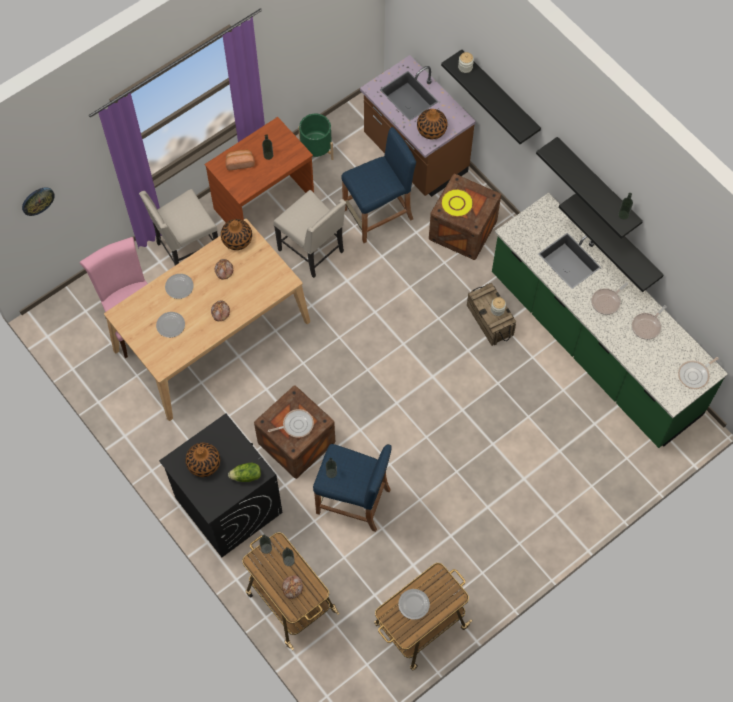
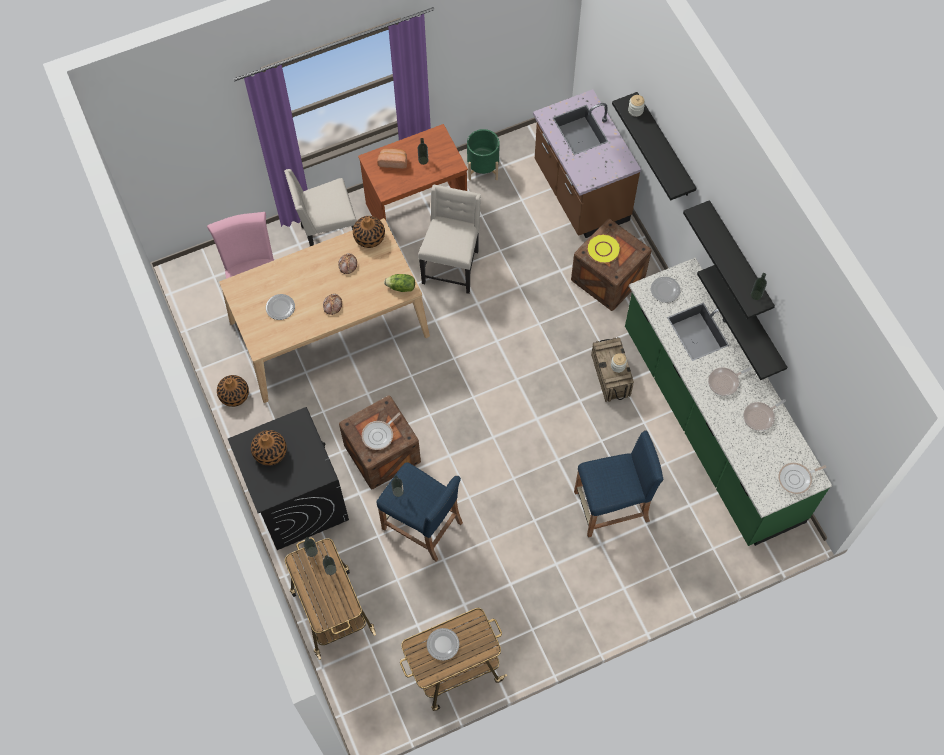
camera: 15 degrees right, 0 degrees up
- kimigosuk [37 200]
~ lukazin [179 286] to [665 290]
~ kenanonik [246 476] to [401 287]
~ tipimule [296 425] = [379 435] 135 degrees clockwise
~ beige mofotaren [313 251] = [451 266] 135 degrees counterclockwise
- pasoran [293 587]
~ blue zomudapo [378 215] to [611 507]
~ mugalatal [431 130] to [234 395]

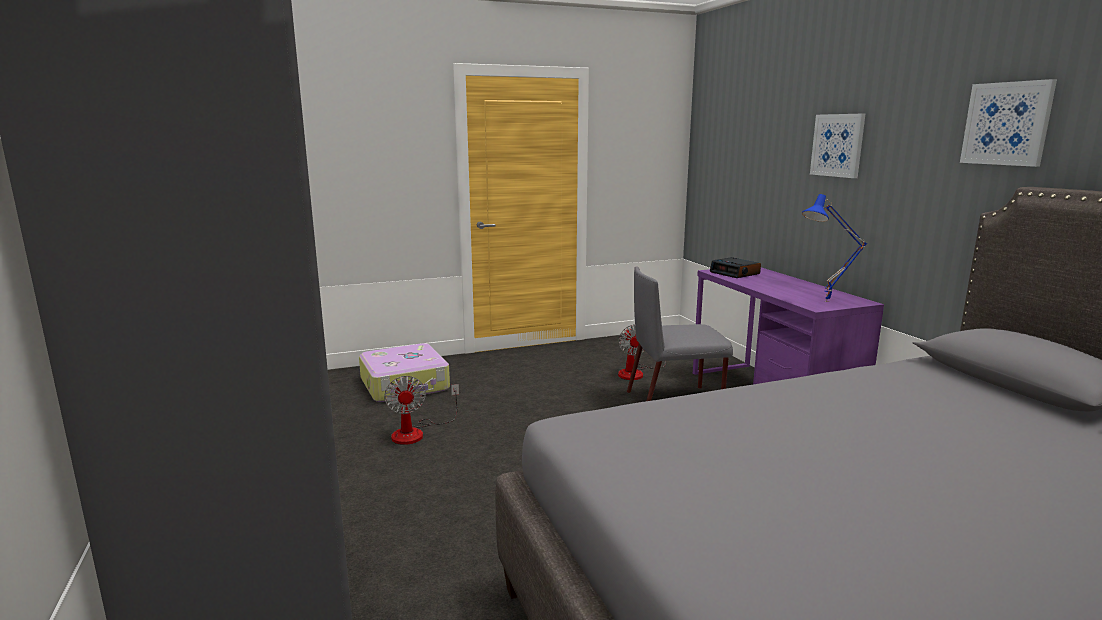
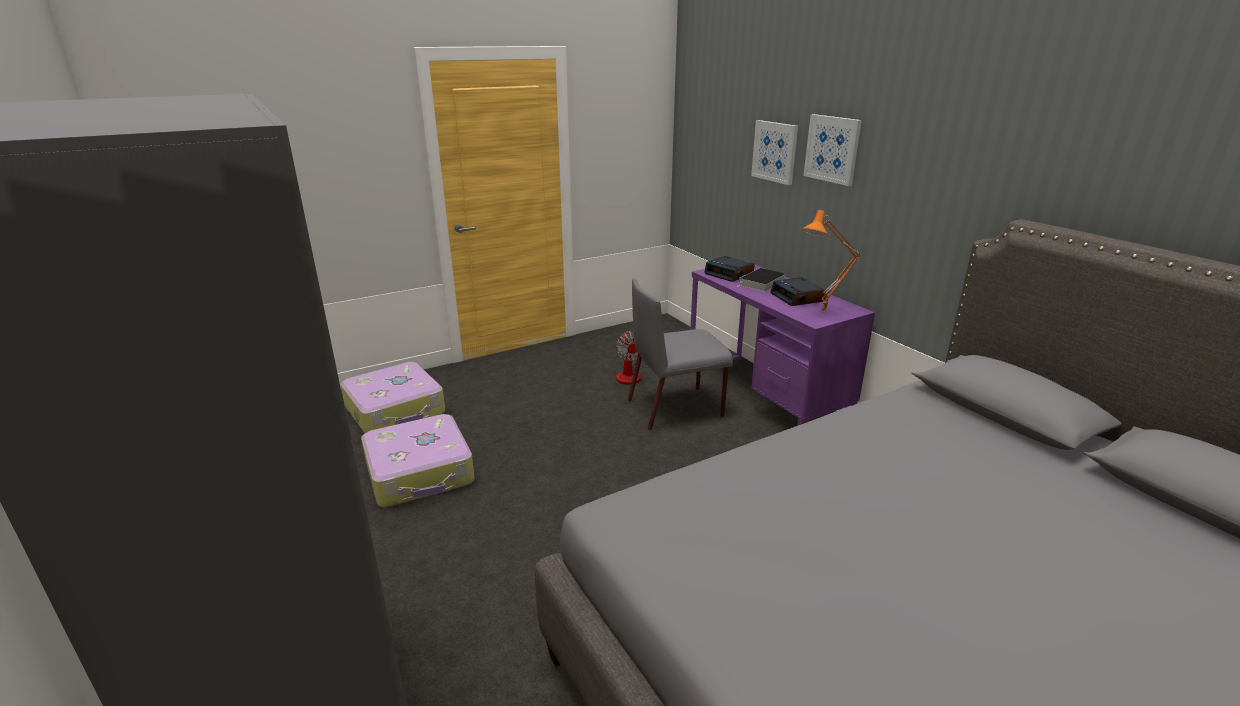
camera: 10 degrees left, 10 degrees up
~ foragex [416 432] to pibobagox [421 473]
~ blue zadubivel [828 302] to orange zadubivel [824 313]
~ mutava [1007 123] to [775 152]
+ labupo [761 283]
+ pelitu [797 297]

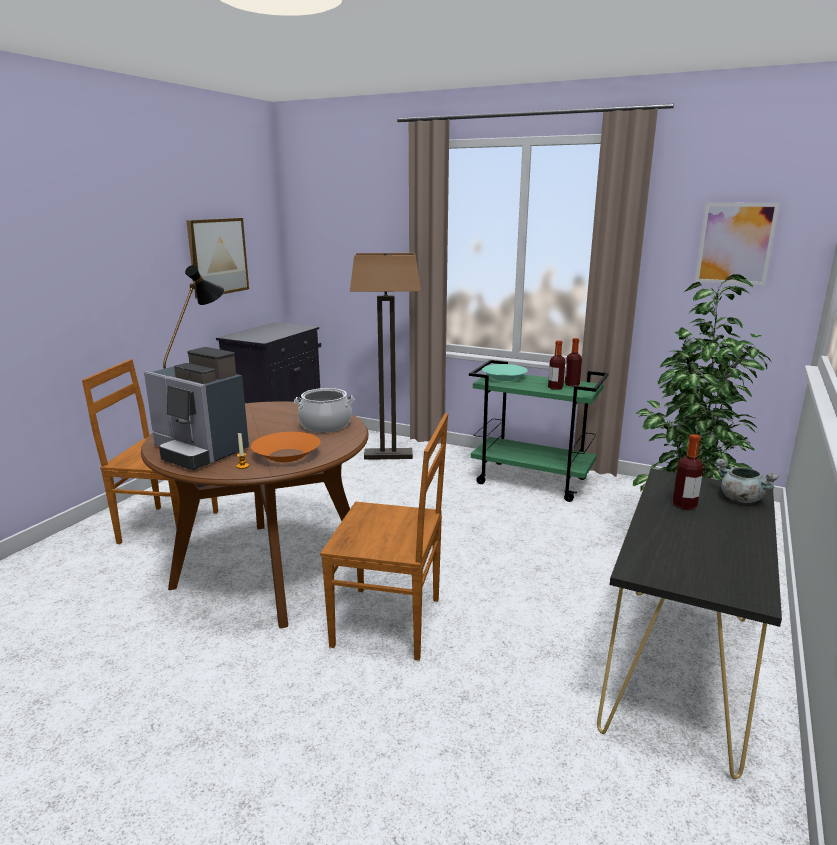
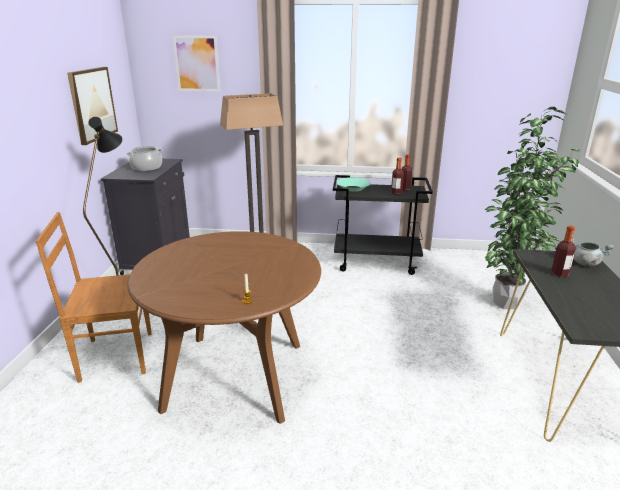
camera: 20 degrees left, 5 degrees up
- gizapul [199 451]
- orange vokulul [286 455]
~ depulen [325 425] to [146 168]
- brown mofotaren [390 622]
~ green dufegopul [533 481] to black dufegopul [377 262]
~ mutava [735 244] to [197 63]

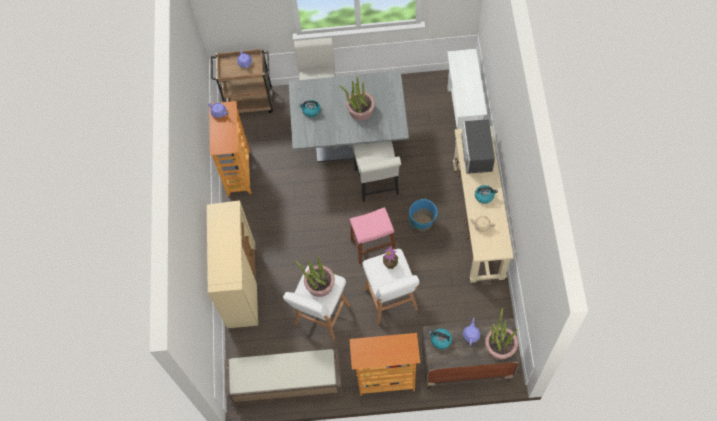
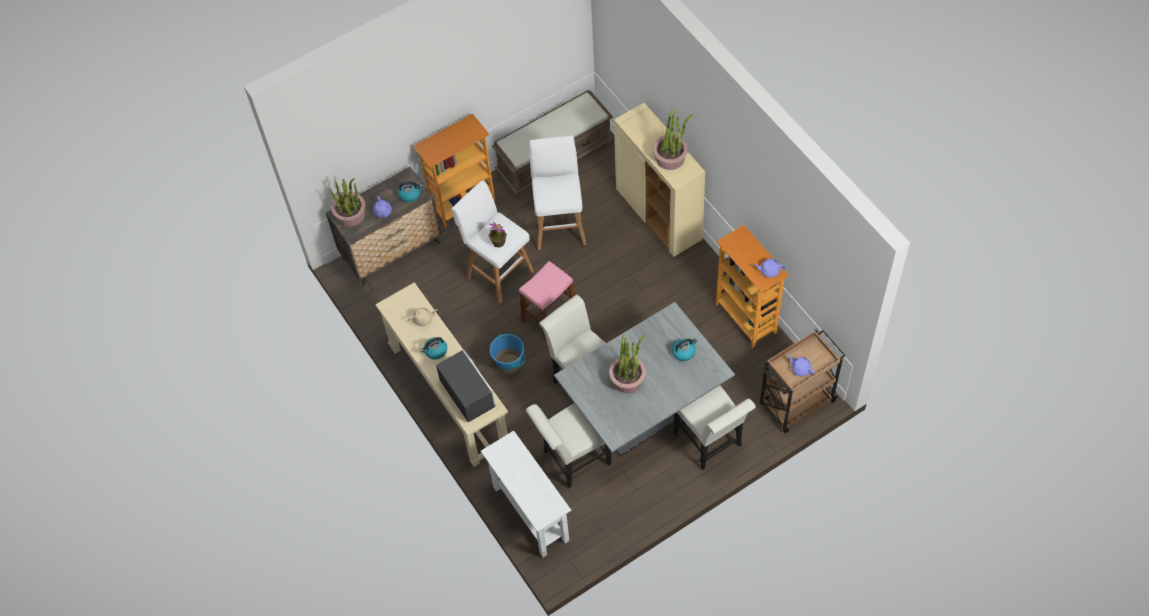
camera: 150 degrees right, 5 degrees down
~ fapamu [319 284] to [670 158]
+ white mofotaren [572 459]

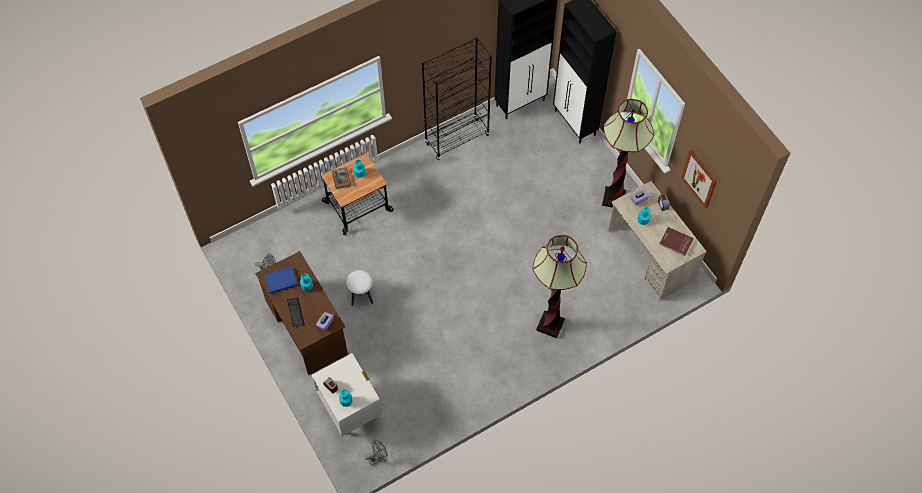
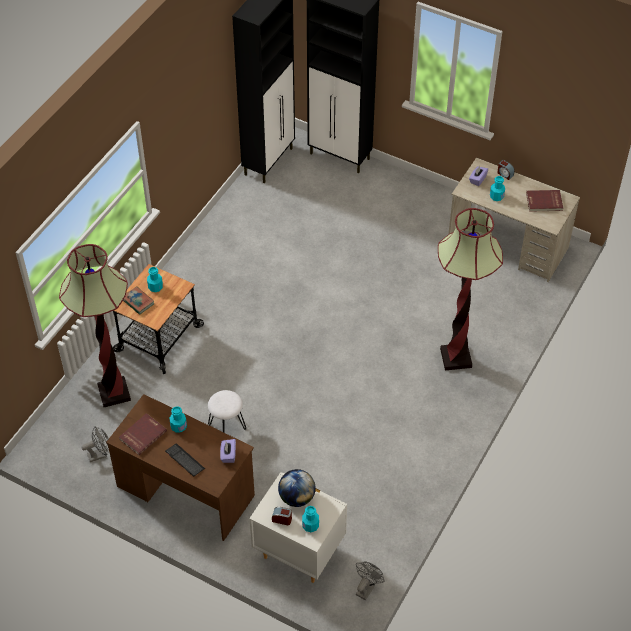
camera: 30 degrees left, 10 degrees down
~ blue labupo [280 280] to red labupo [142 435]
- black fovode [457 139]
~ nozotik [613 198] to [114 393]
- mutava [699 178]
+ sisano [296 497]

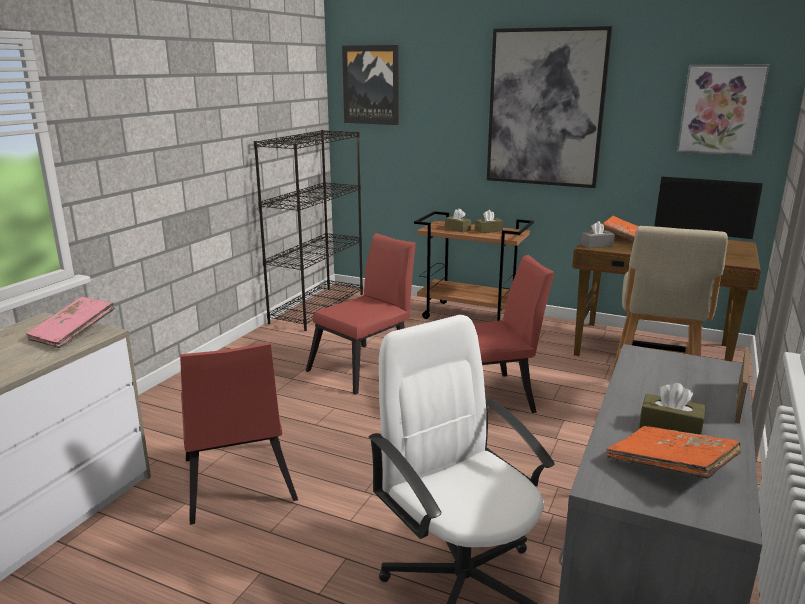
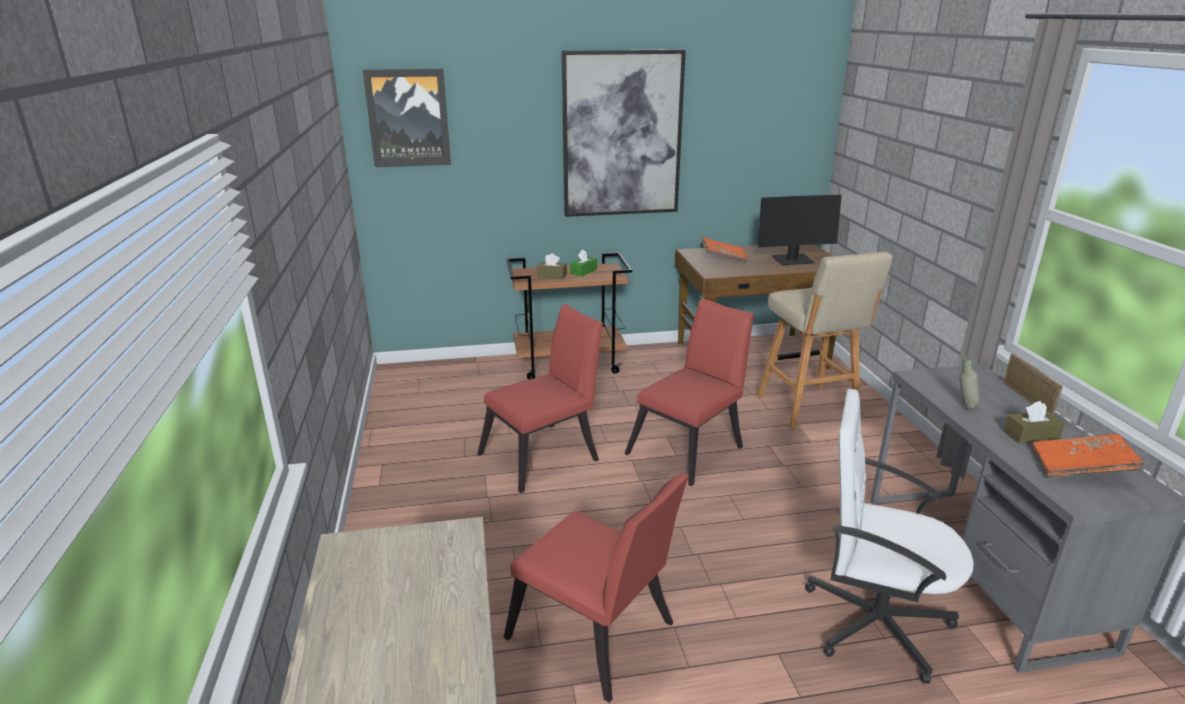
camera: 35 degrees left, 5 degrees up
- pink labupo [73 333]
- black fovode [318 308]
~ red mofotaren [366 367] = [545 455] 45 degrees clockwise
~ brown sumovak [488 230] to green sumovak [583 271]
- grey sumovak [597 245]
- mutava [721 109]
+ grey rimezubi [964 408]

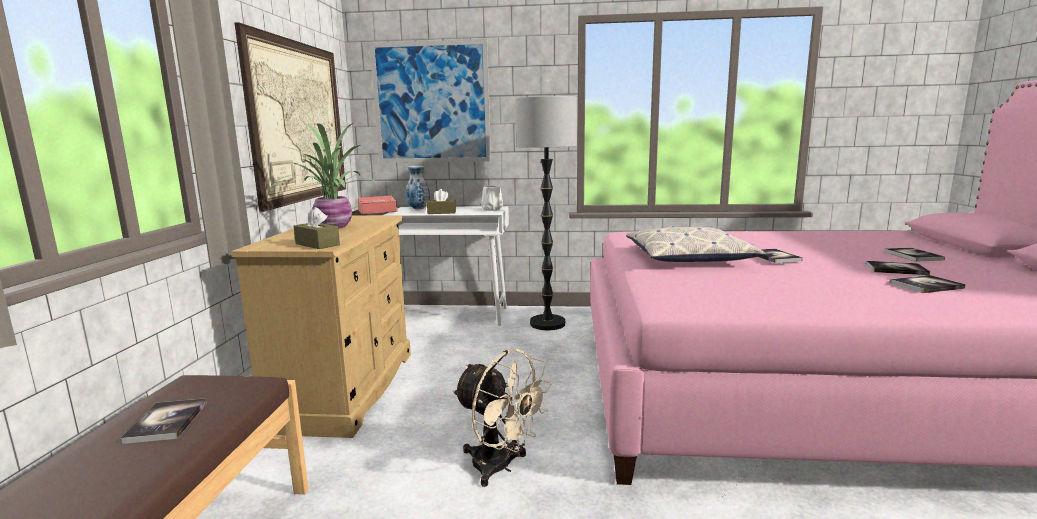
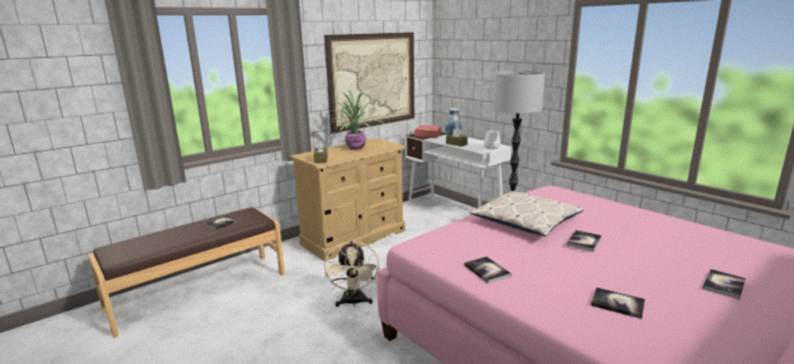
camera: 45 degrees right, 5 degrees up
- mutava [431 103]
~ labupo [896 269] to [487 270]

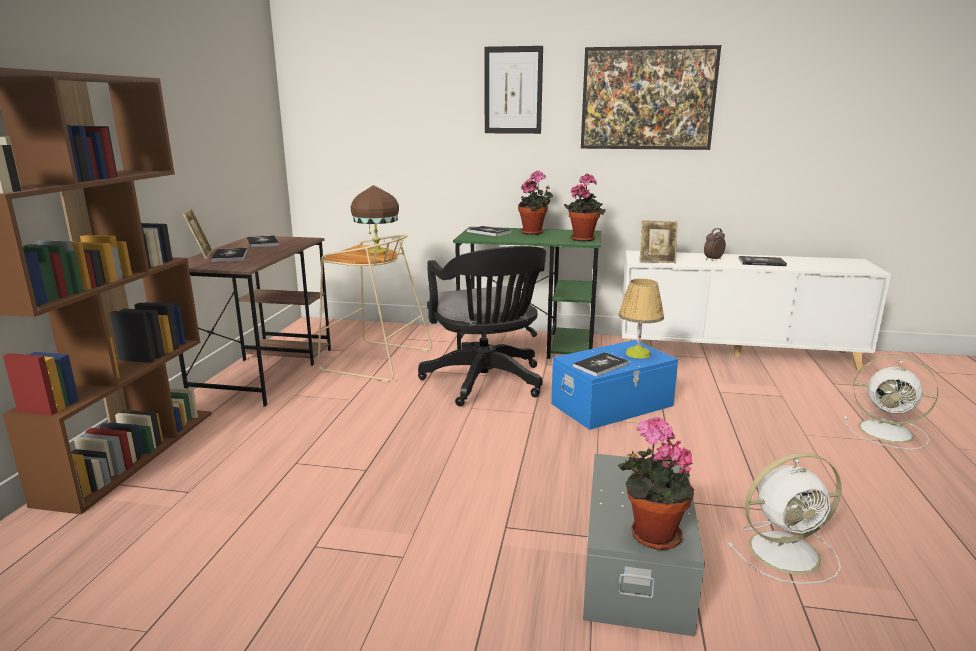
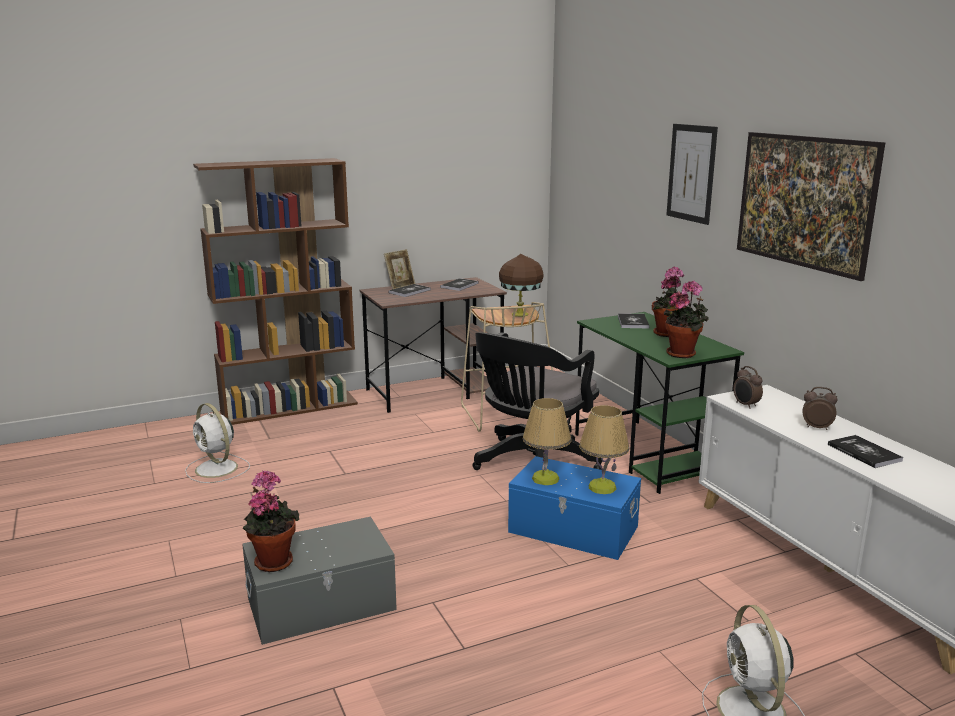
camera: 55 degrees right, 0 degrees up
~ labupo [600 365] to zadubivel [545 478]
~ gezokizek [657 261] to pelitu [745 405]
~ white foragex [786 551] to [217 469]

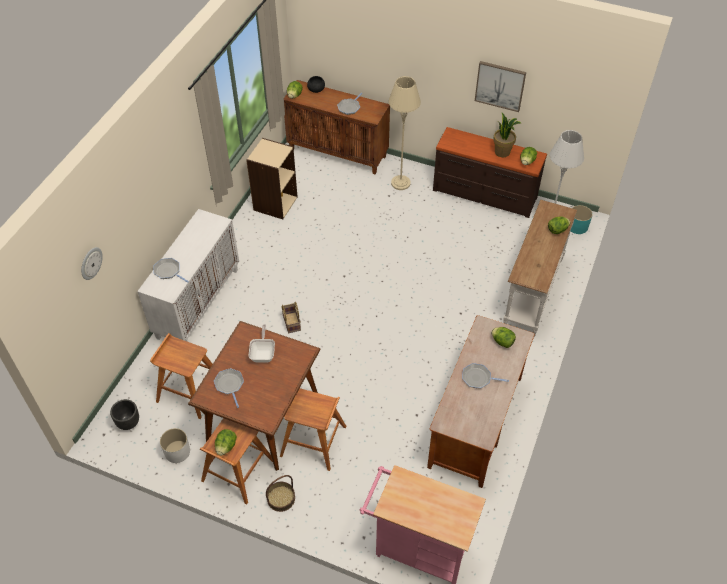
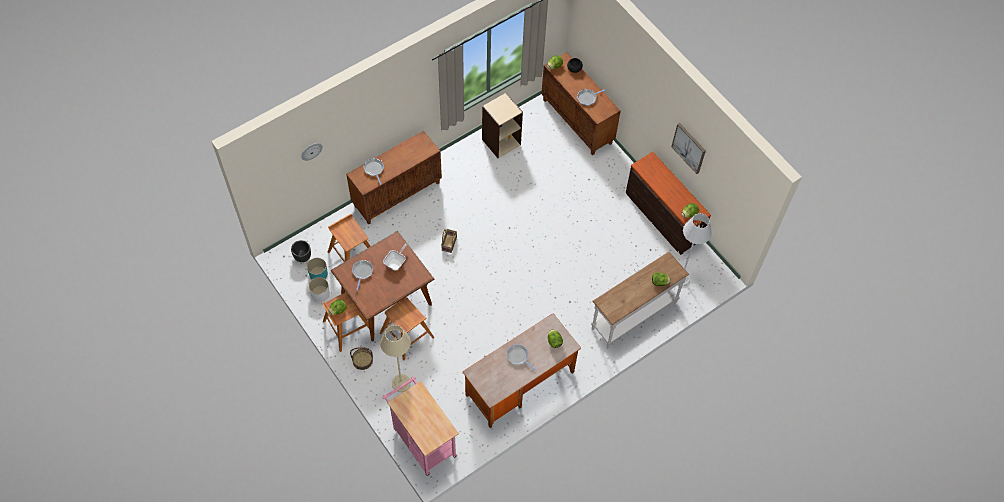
camera: 30 degrees right, 10 degrees up
~ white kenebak [198 302] to brown kenebak [397 194]
~ beige nozotik [400 183] to [401 383]
- fapamu [502 152]
~ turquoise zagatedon [577 226] to [318 274]

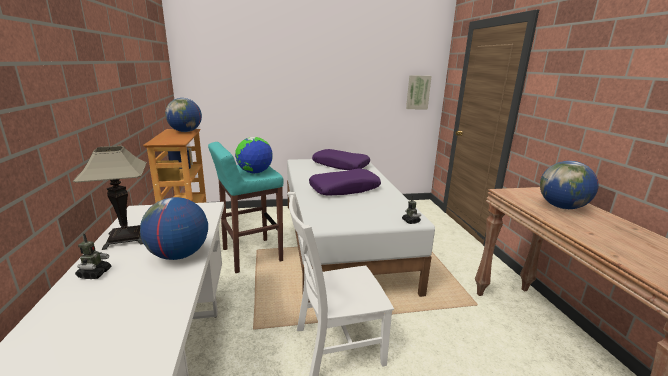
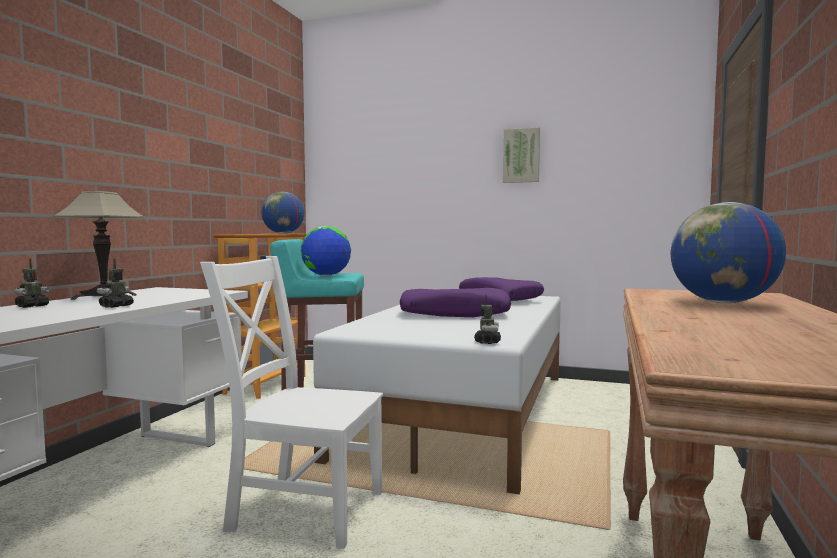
camera: 30 degrees right, 15 degrees down
~ sisano [178 255] to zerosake [116 306]
~ mutava [418 92] to [521 156]

